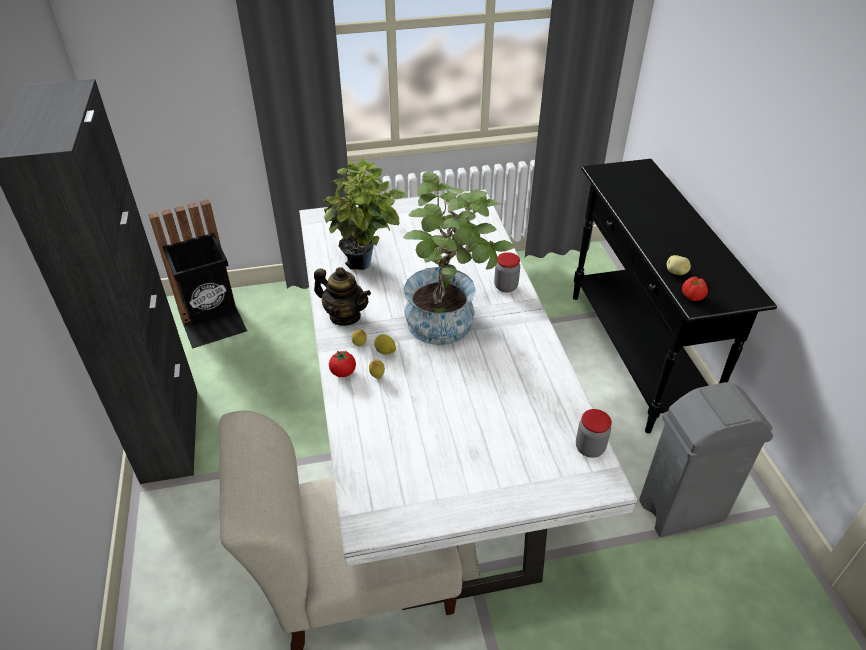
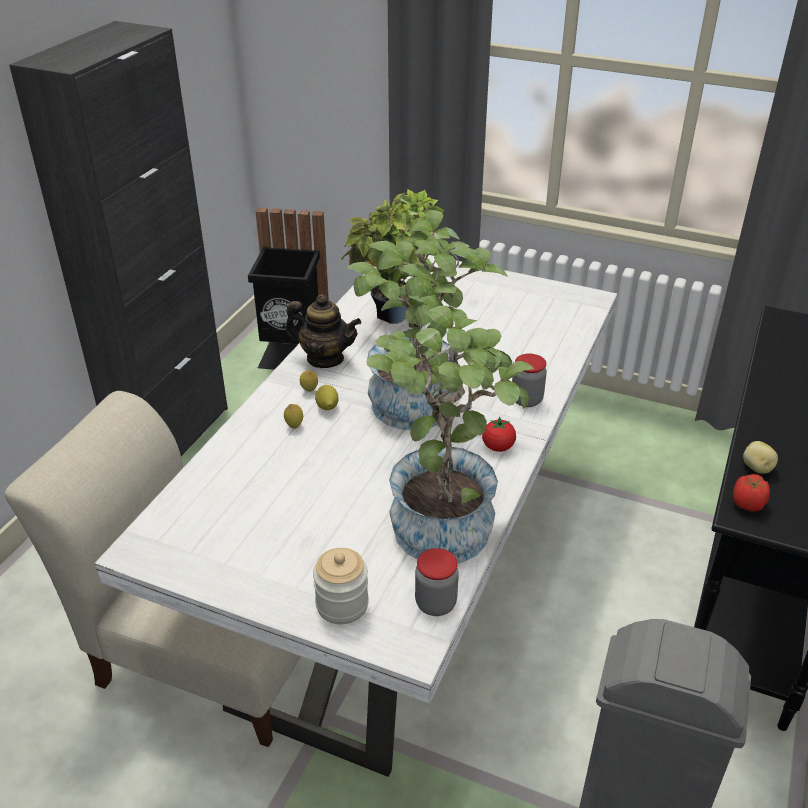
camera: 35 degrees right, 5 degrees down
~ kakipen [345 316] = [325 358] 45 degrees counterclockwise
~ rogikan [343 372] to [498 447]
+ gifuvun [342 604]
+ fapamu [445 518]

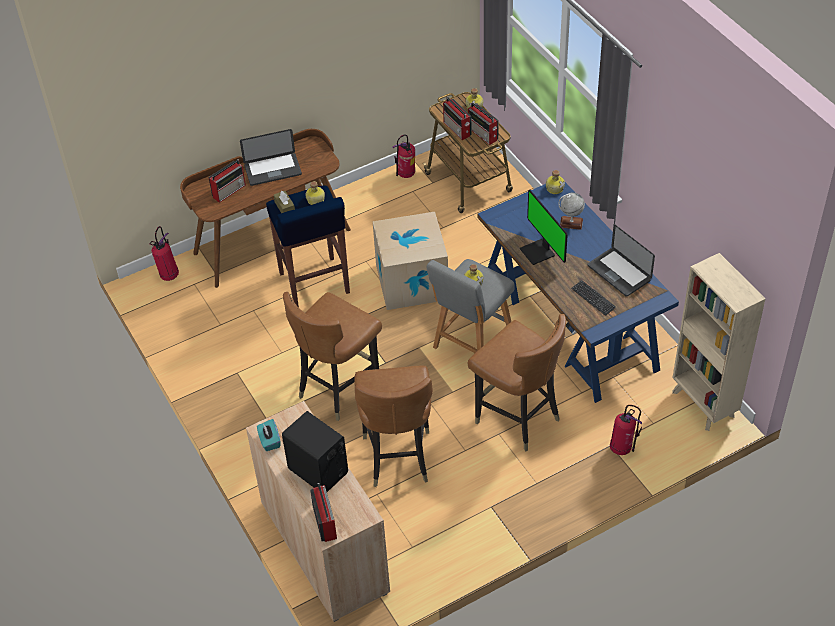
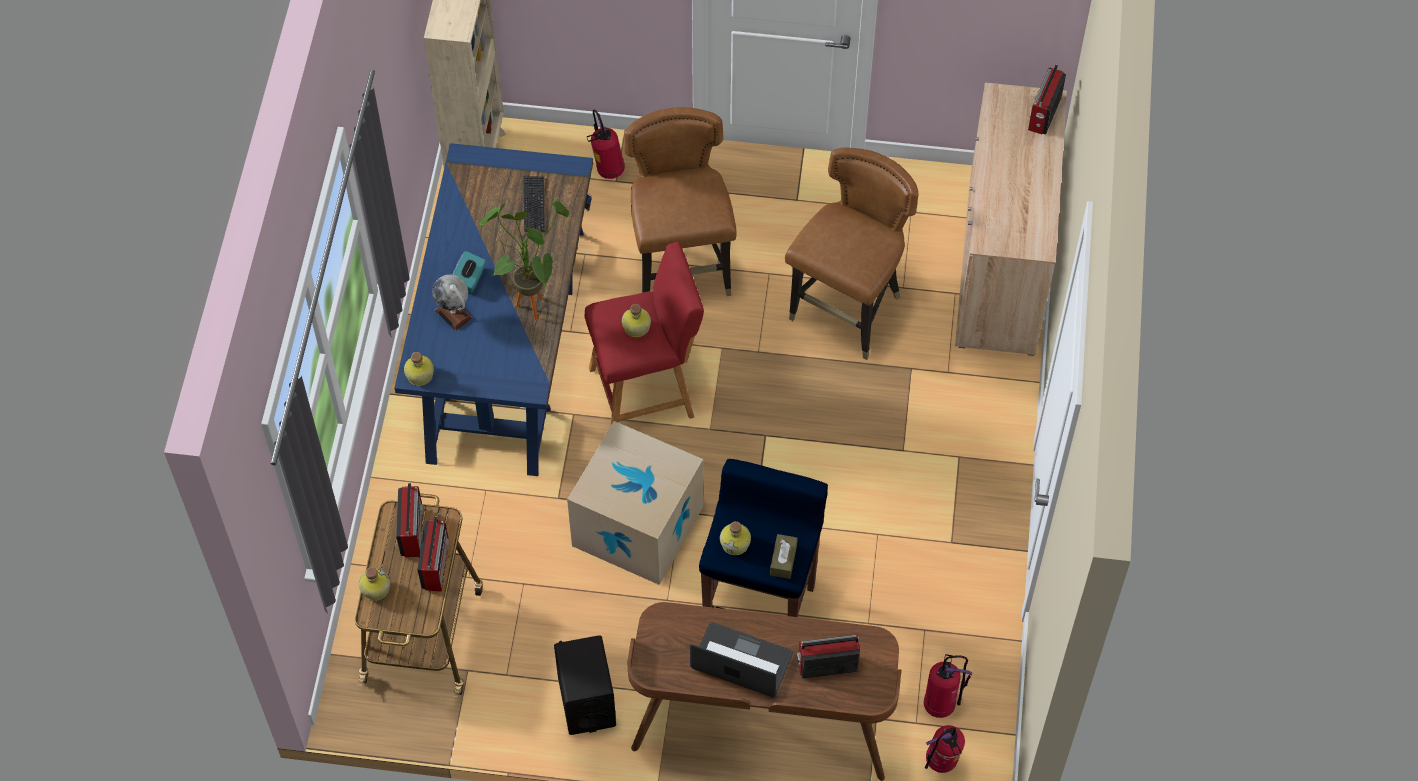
camera: 145 degrees left, 10 degrees up
~ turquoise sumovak [269 441] to [469 279]
~ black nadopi [318 471] to [586 701]
- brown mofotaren [338 388]
~ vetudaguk [406 175] to [941 704]
~ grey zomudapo [471 344] to red zomudapo [647 391]
~ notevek [539 252] to fapamu [530 301]
- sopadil [619 273]

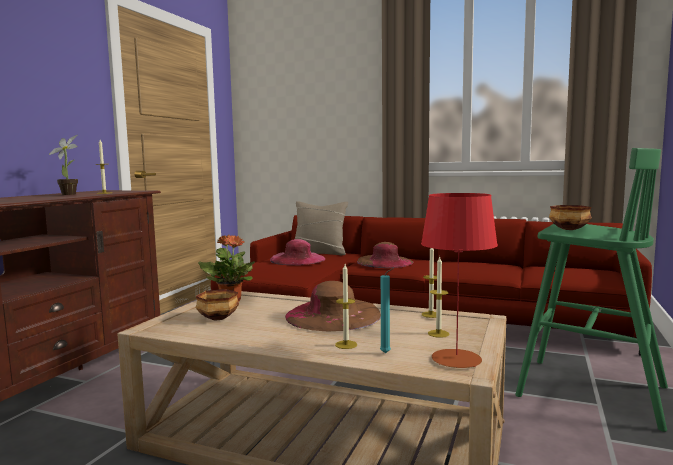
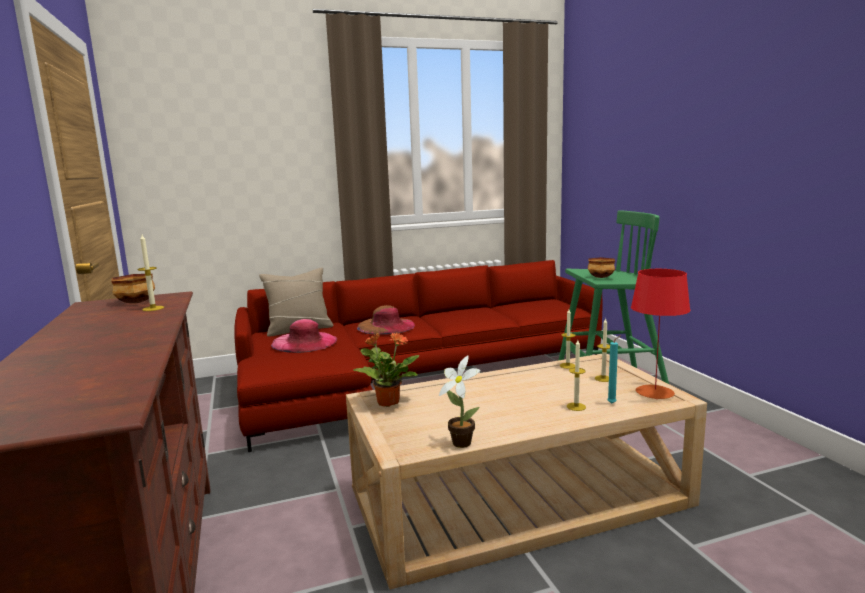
camera: 40 degrees left, 5 degrees up
~ fapamu [71 194] to [460 441]
~ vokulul [219 318] to [136 302]
- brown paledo [333 315]

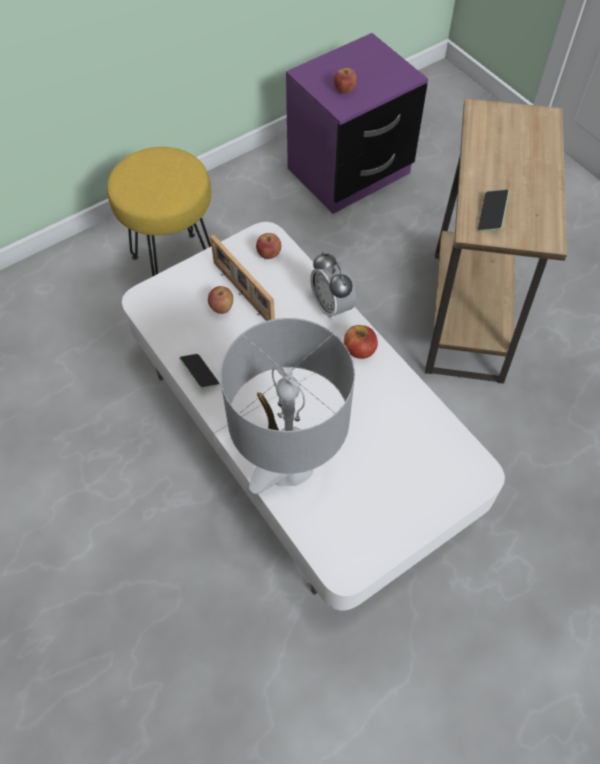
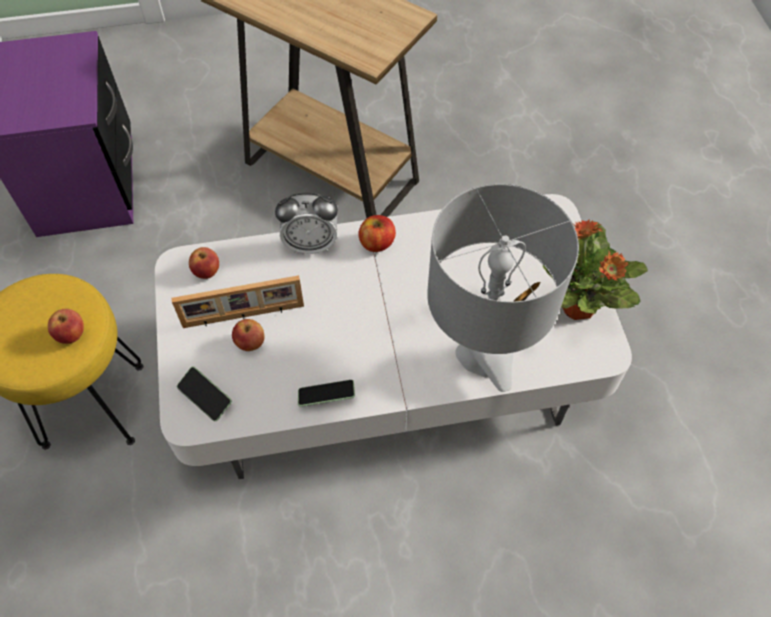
camera: 65 degrees left, 0 degrees up
~ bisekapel [344 90] to [72 334]
~ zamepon [491 215] to [205 397]
+ fapamu [578 308]

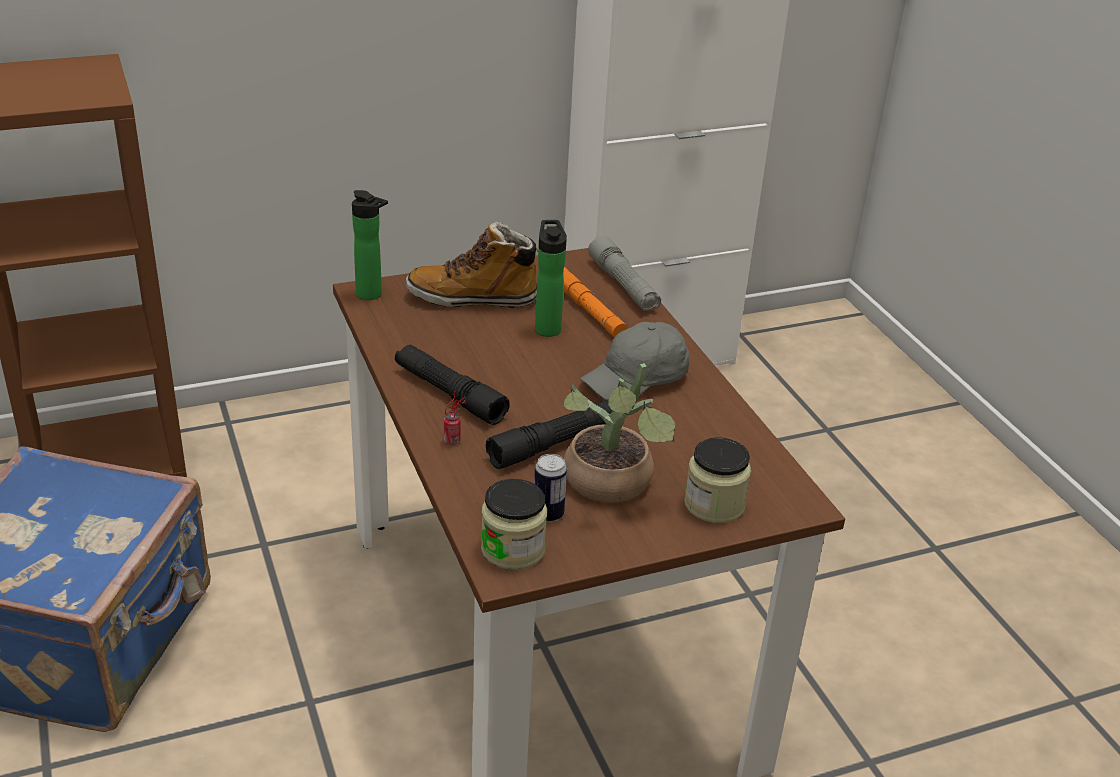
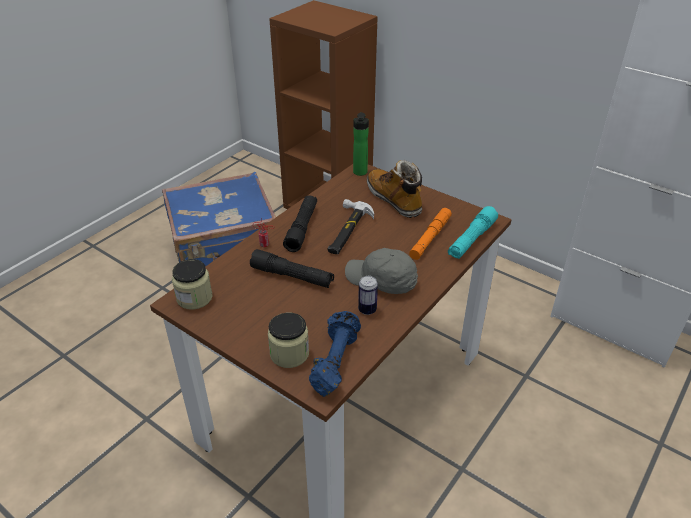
camera: 60 degrees right, 5 degrees up
~ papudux [548 514] to [367 310]
- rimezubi [547 327]
- fapamu [612 486]
~ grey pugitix [623 286] to turquoise pugitix [471 240]
+ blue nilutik [334 361]
+ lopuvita [347 230]

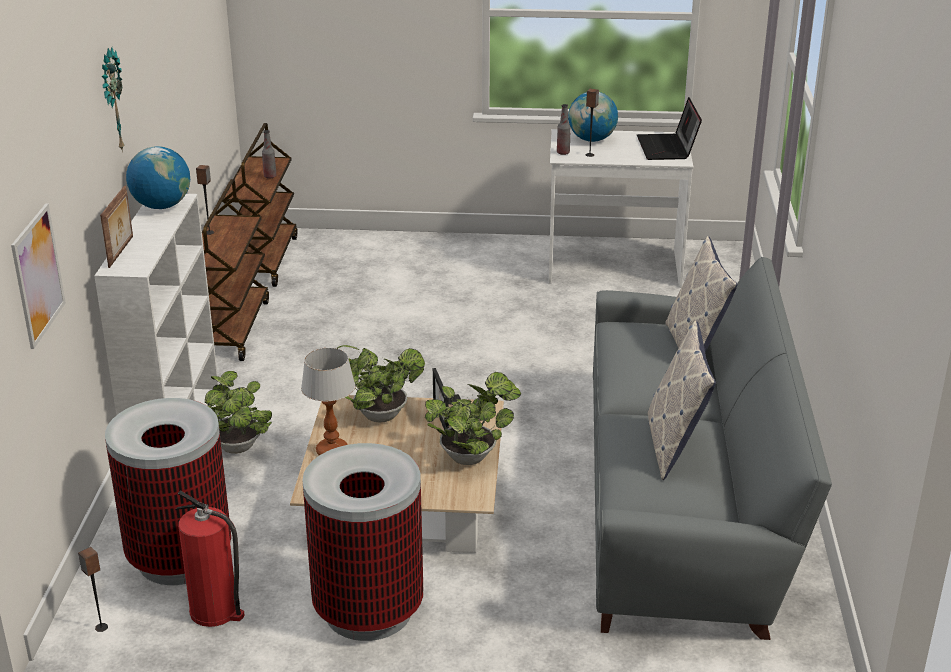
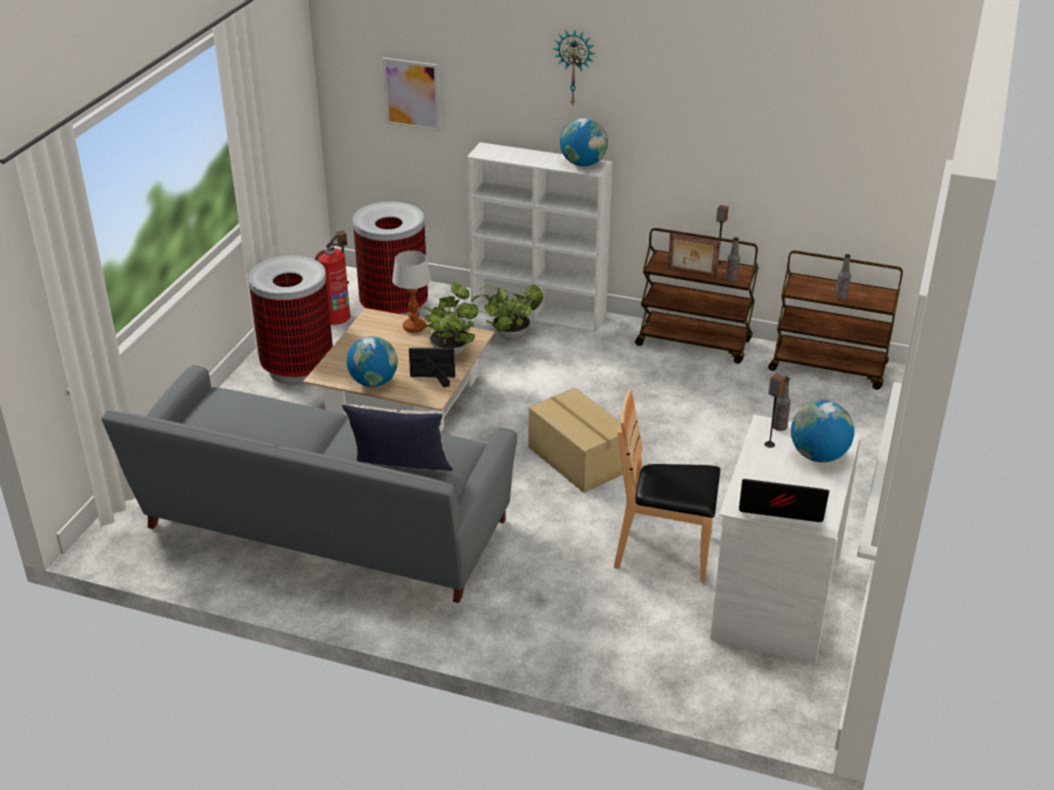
camera: 105 degrees right, 5 degrees up
~ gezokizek [122 251] to [691 273]
~ fapamu [471 456] to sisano [373 382]
- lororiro [674 445]
+ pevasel [578 460]
+ brown mofotaren [664 553]
+ rimezubi [731 280]

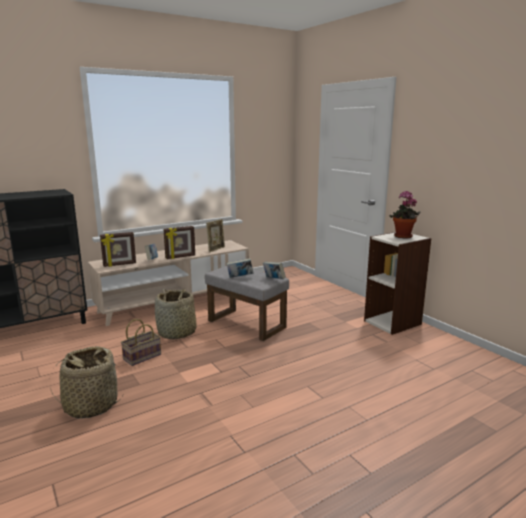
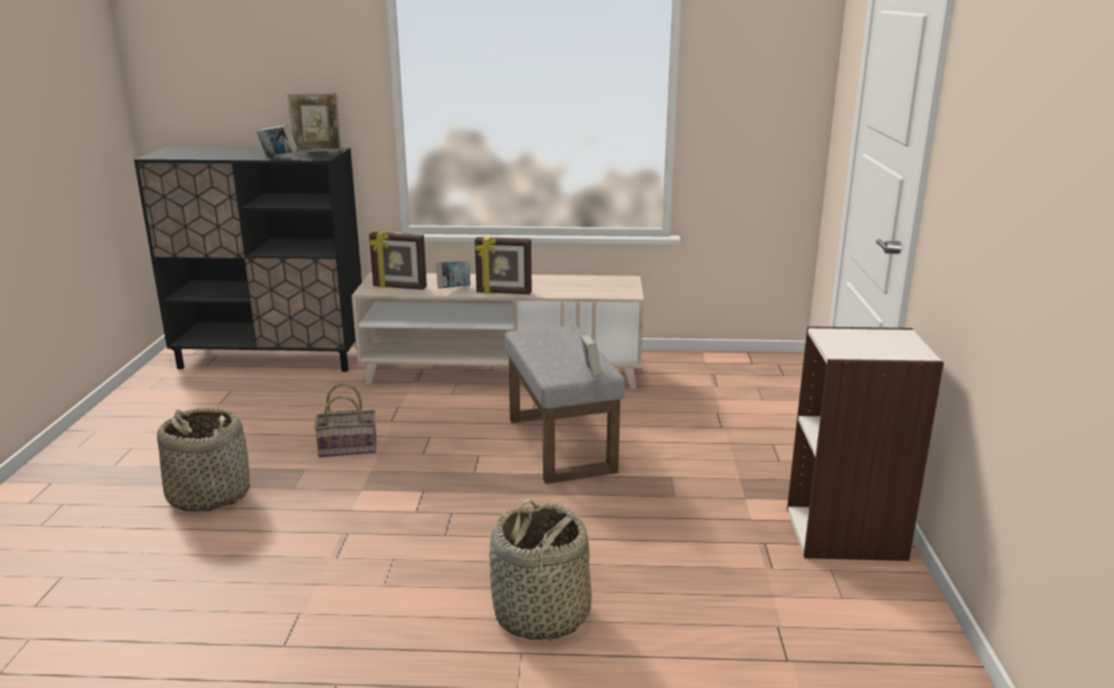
camera: 35 degrees right, 5 degrees up
~ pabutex [177 333] to [540 615]
~ gezokizek [216 249] to [318 151]
~ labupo [240 277] to [278 157]
- fapamu [402 237]

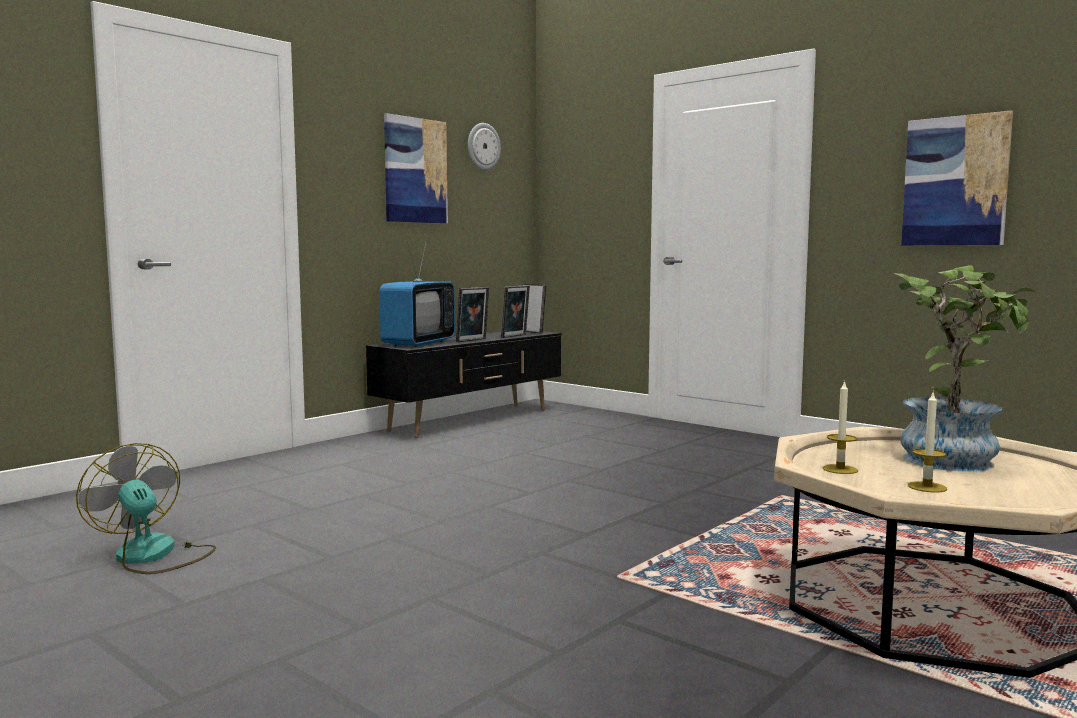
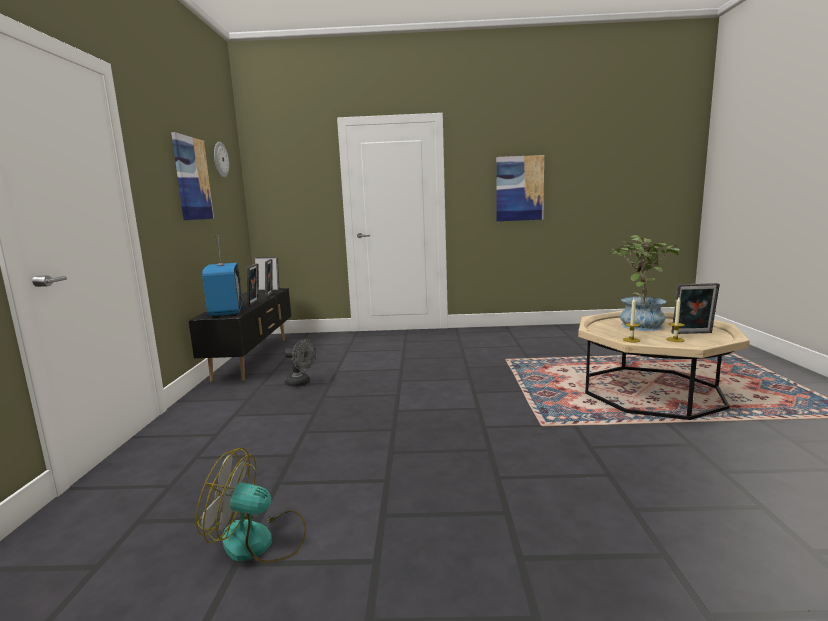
camera: 40 degrees left, 5 degrees up
+ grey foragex [301 383]
+ gezokizek [692 333]

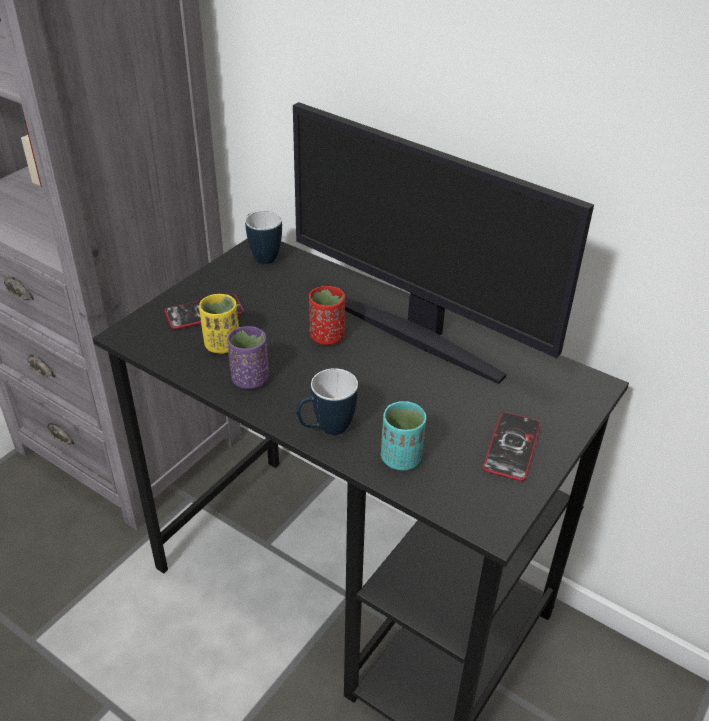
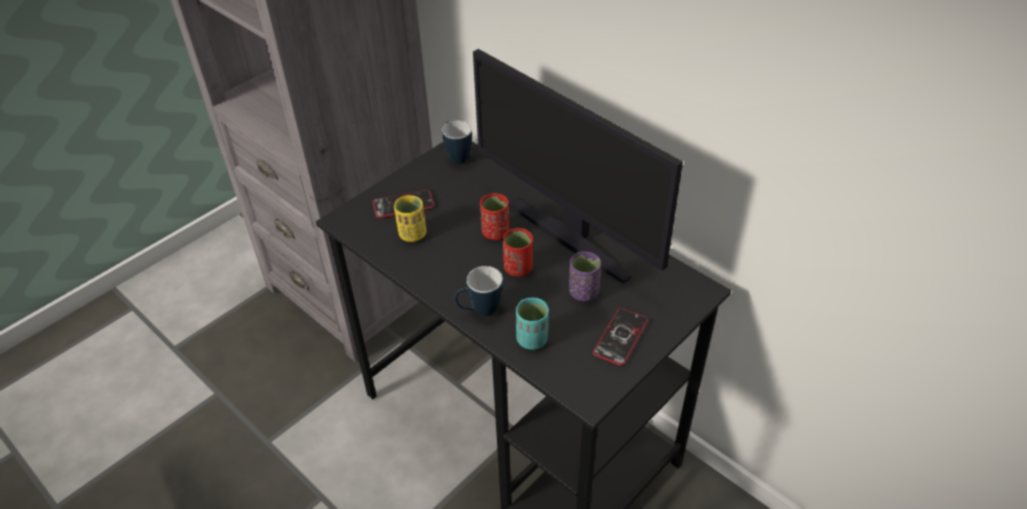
camera: 10 degrees right, 5 degrees up
~ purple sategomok [250 379] to [583 292]
+ red sategomok [518 268]

